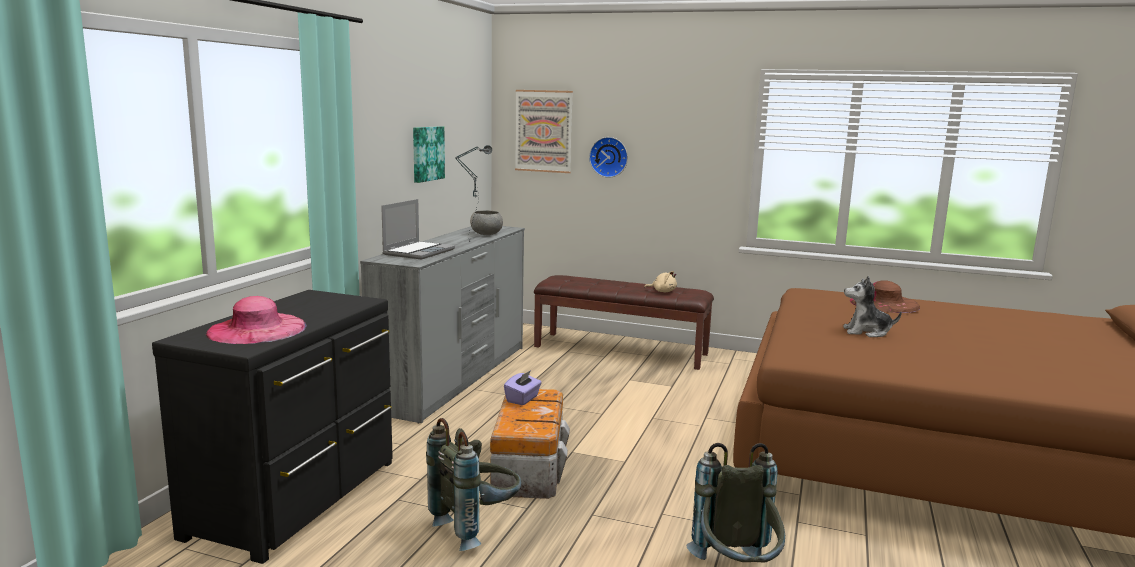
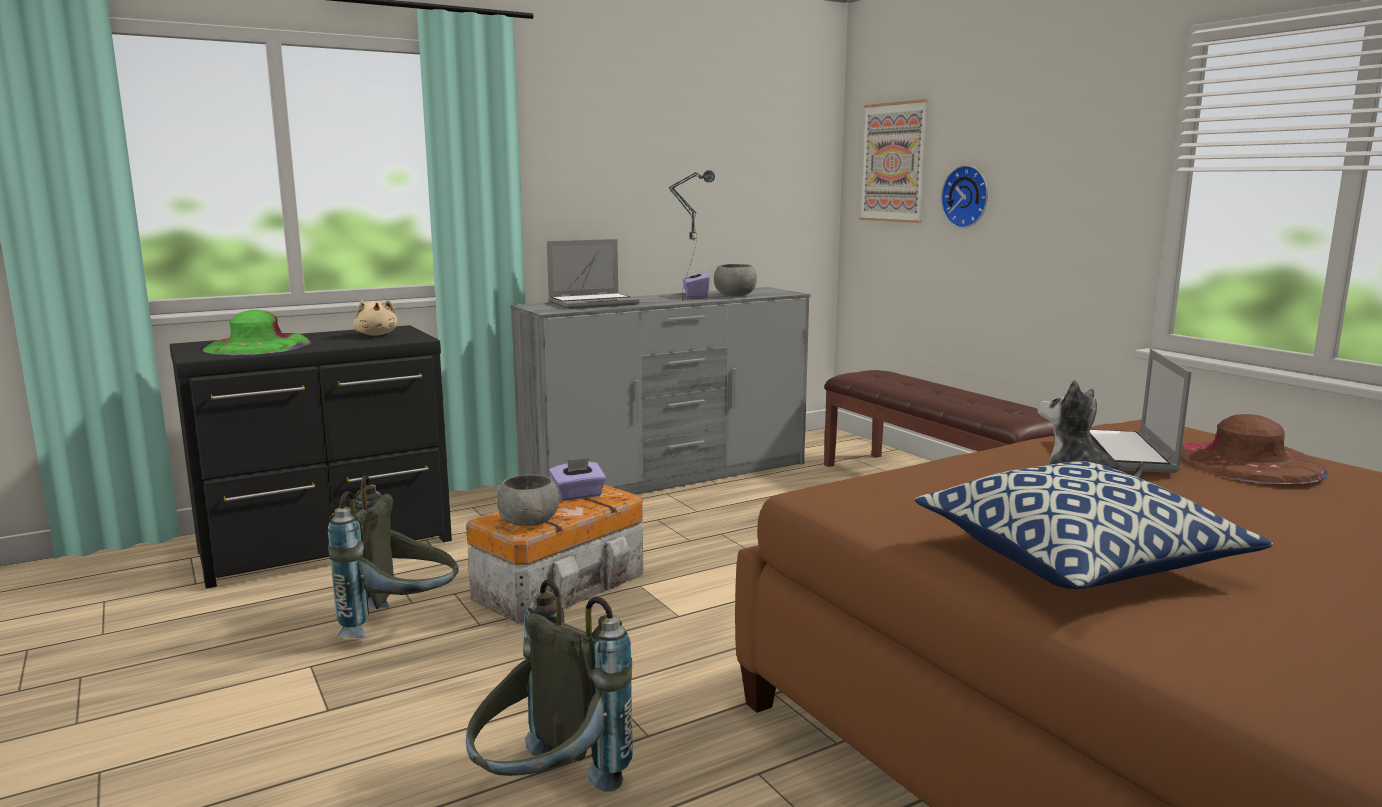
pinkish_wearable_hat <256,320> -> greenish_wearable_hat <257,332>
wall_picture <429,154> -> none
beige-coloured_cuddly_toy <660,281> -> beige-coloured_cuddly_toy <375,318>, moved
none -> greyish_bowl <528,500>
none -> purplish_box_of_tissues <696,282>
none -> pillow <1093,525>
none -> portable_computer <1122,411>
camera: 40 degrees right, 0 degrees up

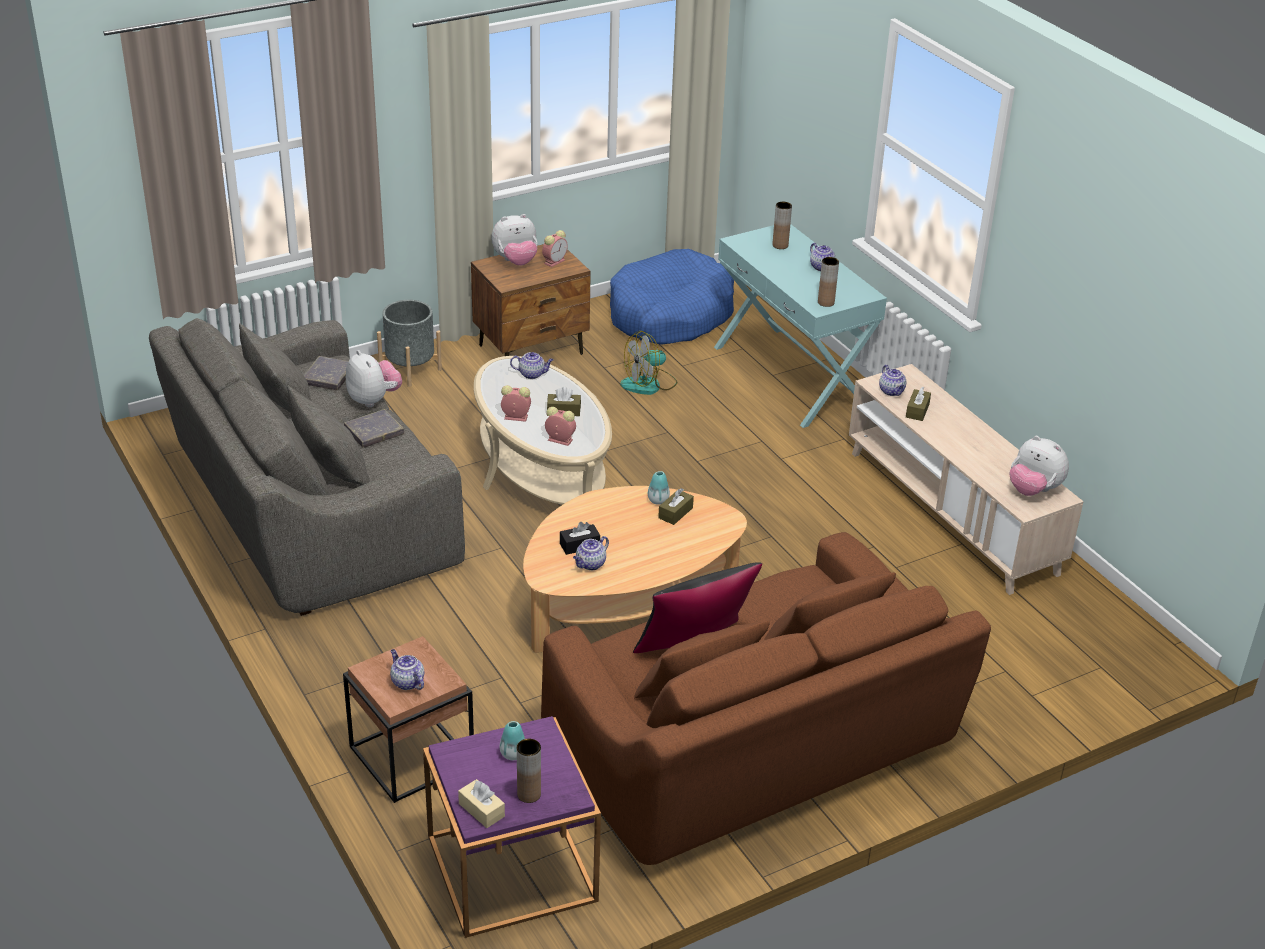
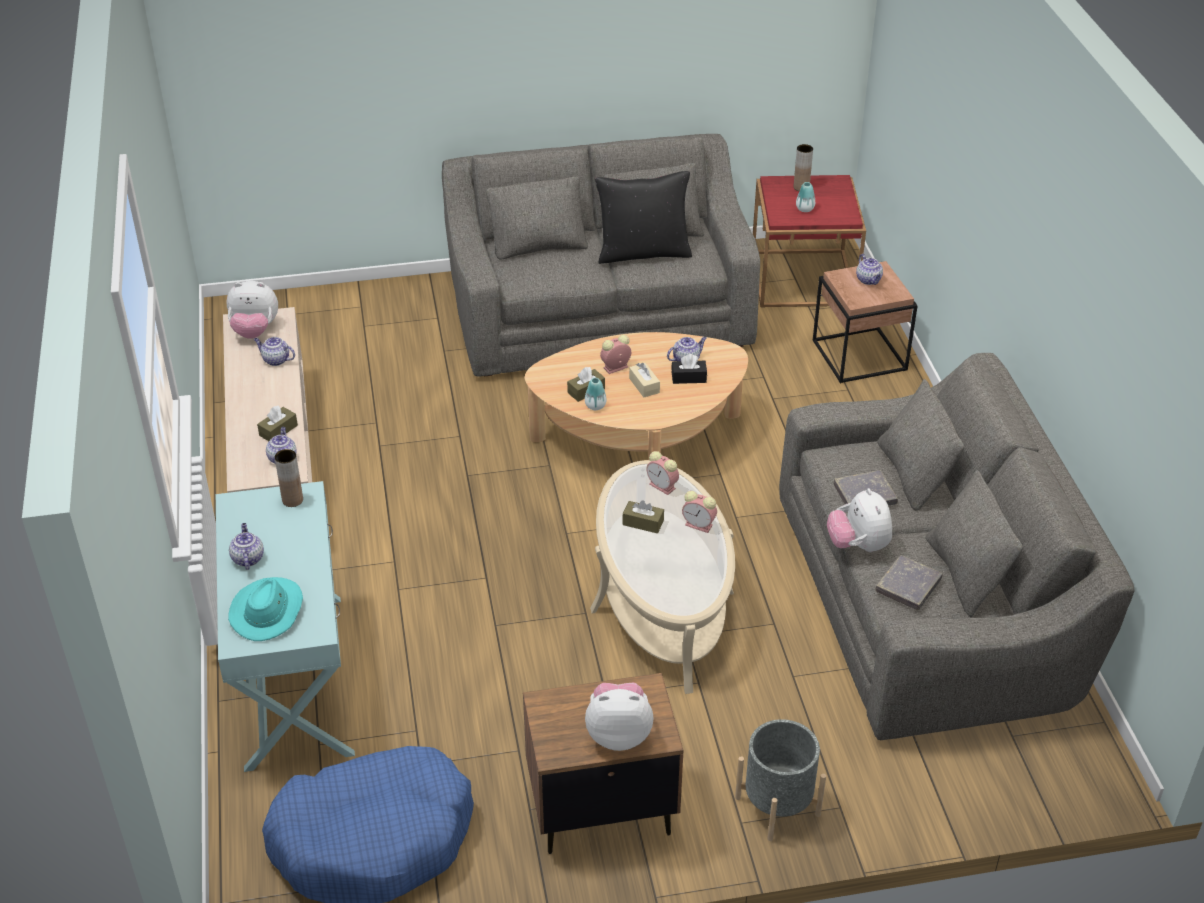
purplish_end_table <512,827> -> reddish_end_table <809,241>
beige-coloured_box_of_tissues <481,803> -> beige-coloured_box_of_tissues <644,380>, moved
tea_pot <532,365> -> tea_pot <274,351>, moved
brown_sofa <766,698> -> greyish_sofa <601,255>
alarm_clock <555,248> -> alarm_clock <615,354>, moved
cooling_fan <648,363> -> none
brown_decorative_vase <782,225> -> turquoise_wearable_hat <265,609>
cuddly_toy <1039,466> -> cuddly_toy <252,310>, 120 degrees clockwise
camera: 160 degrees left, 5 degrees up

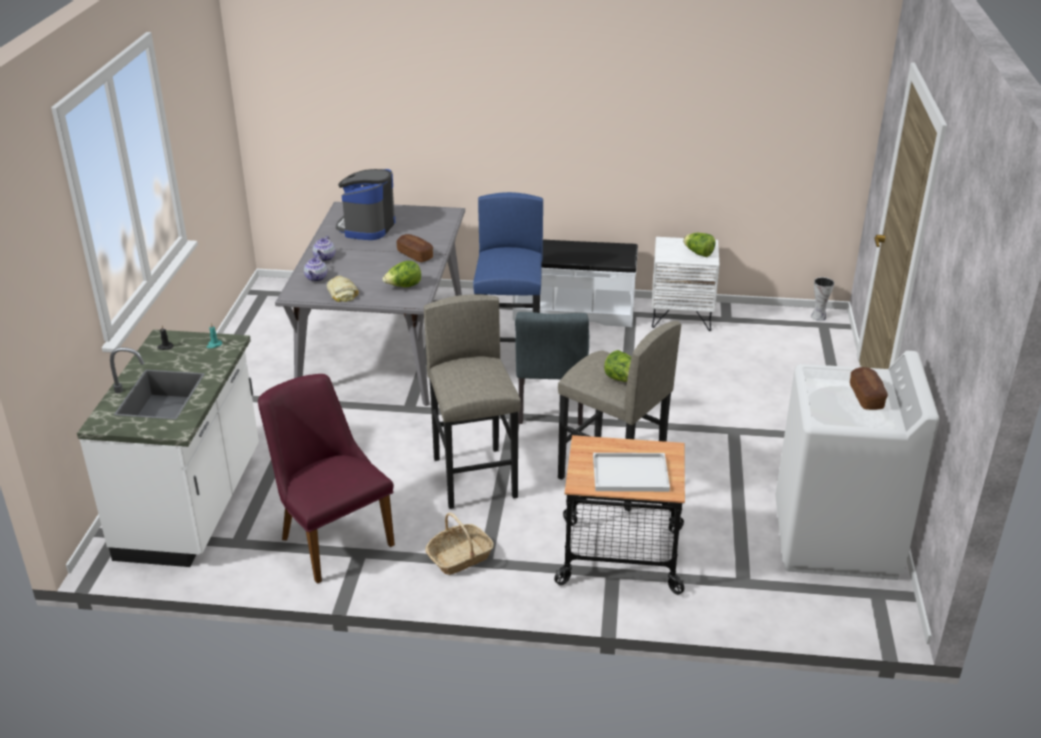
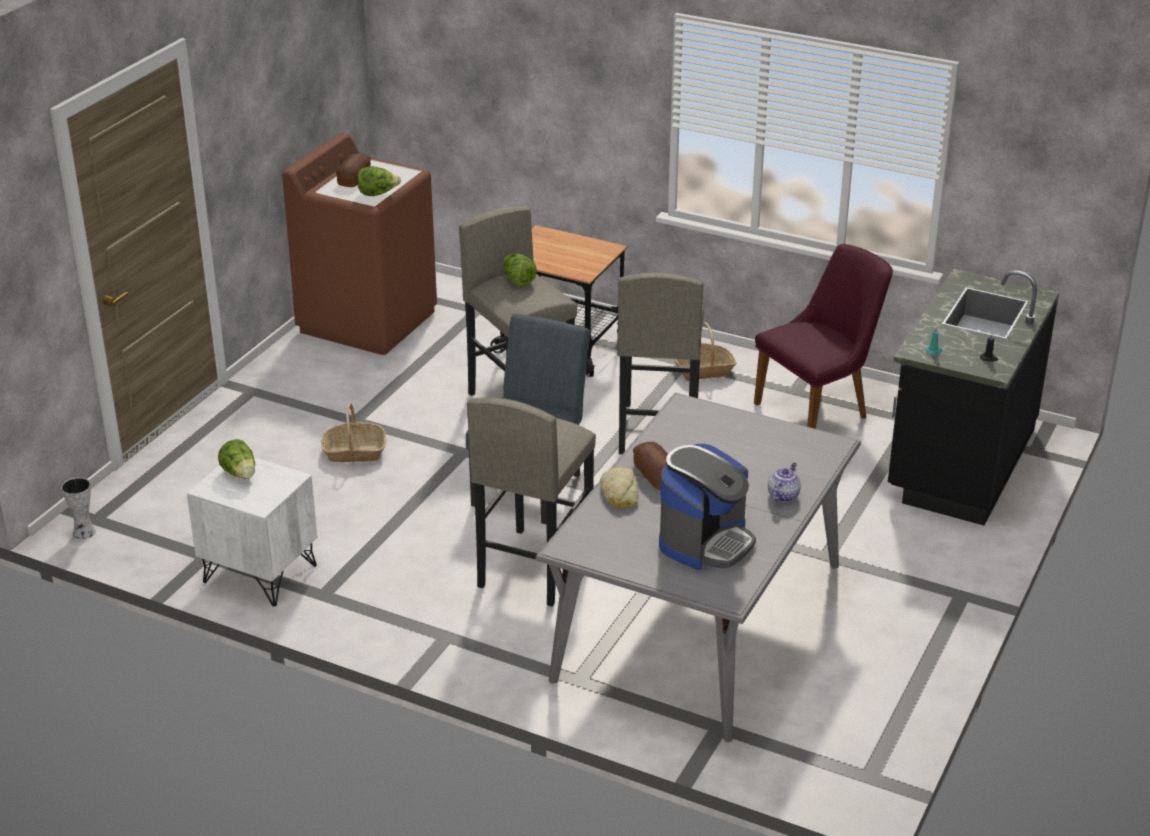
white_kitchen_counter <168,448> -> blackish_kitchen_counter <973,397>
purplish_plain_chair <326,479> -> purplish_plain_chair <823,336>, 105 degrees counterclockwise
tea_pot <315,268> -> none
bakery_bread <343,289> -> bakery_bread <619,487>, moved
lettuce <401,274> -> lettuce <379,181>, moved
blue-coloured_sitting_stool <508,267> -> greyish_sitting_stool <531,502>
white_long_seat <575,283> -> none
white_carrying_tray <631,472> -> none
white_laundry_machine <857,465> -> brown_laundry_machine <359,243>
none -> household_basket <353,432>
camera: 160 degrees left, 0 degrees up

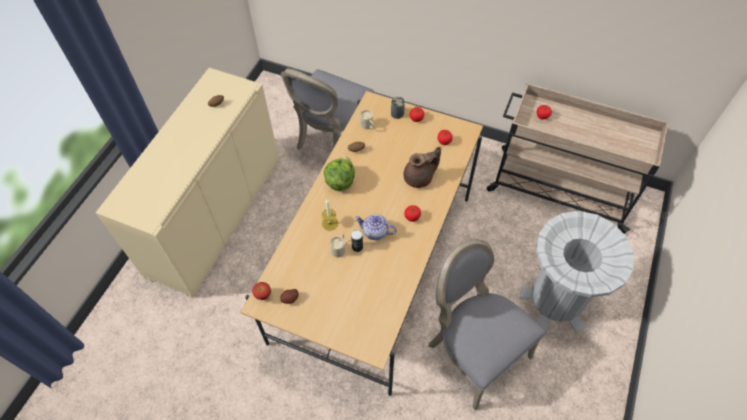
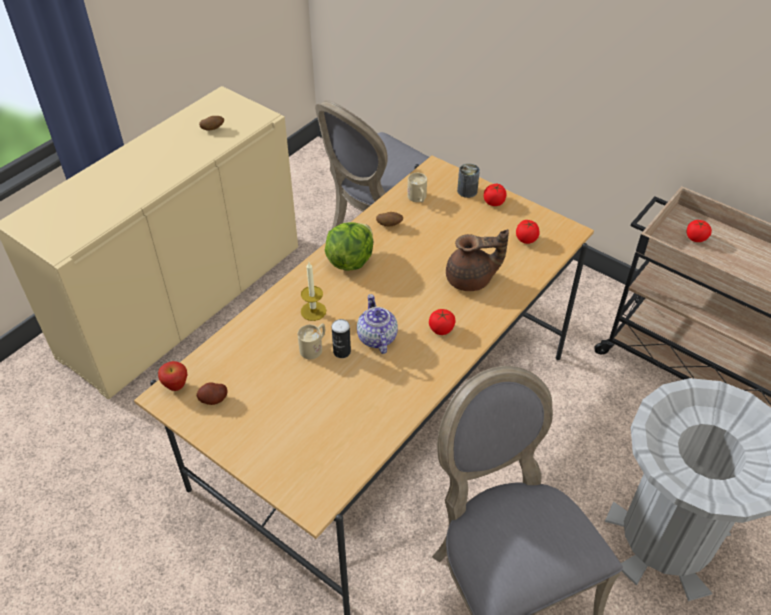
tea_pot <376,227> -> tea_pot <377,324>, 45 degrees clockwise
camera: 15 degrees right, 10 degrees down

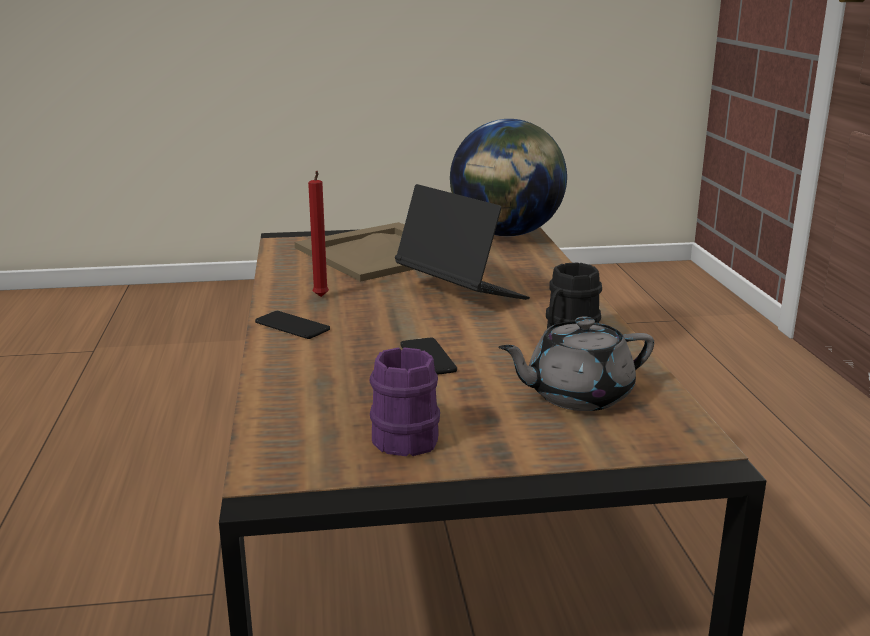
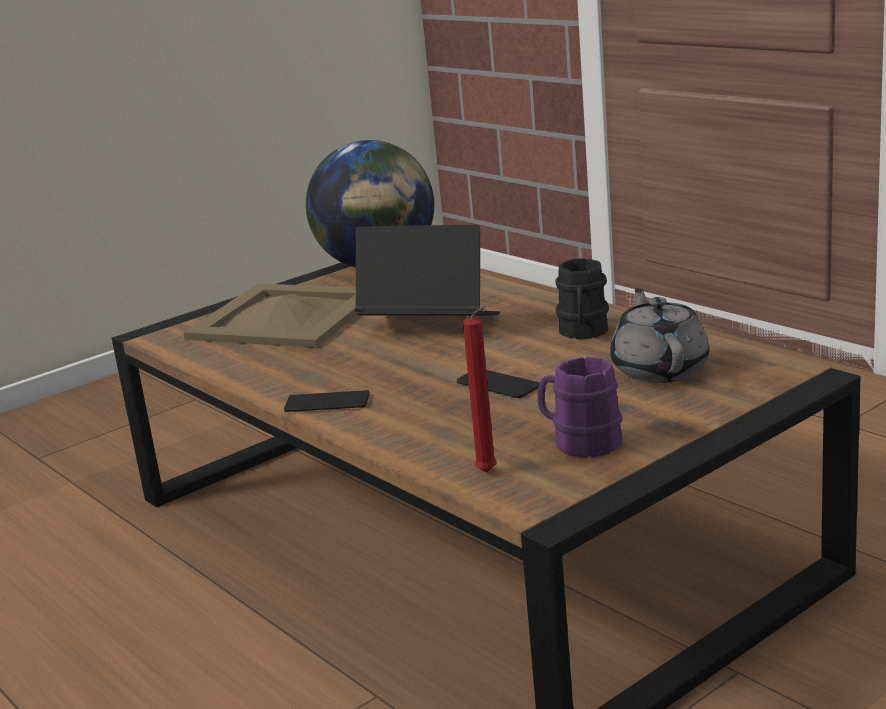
reddish_wax_candle <318,234> -> reddish_wax_candle <480,389>, moved
greyish_tea_pot <576,363> -> greyish_tea_pot <659,335>, 135 degrees clockwise
camera: 30 degrees left, 0 degrees up

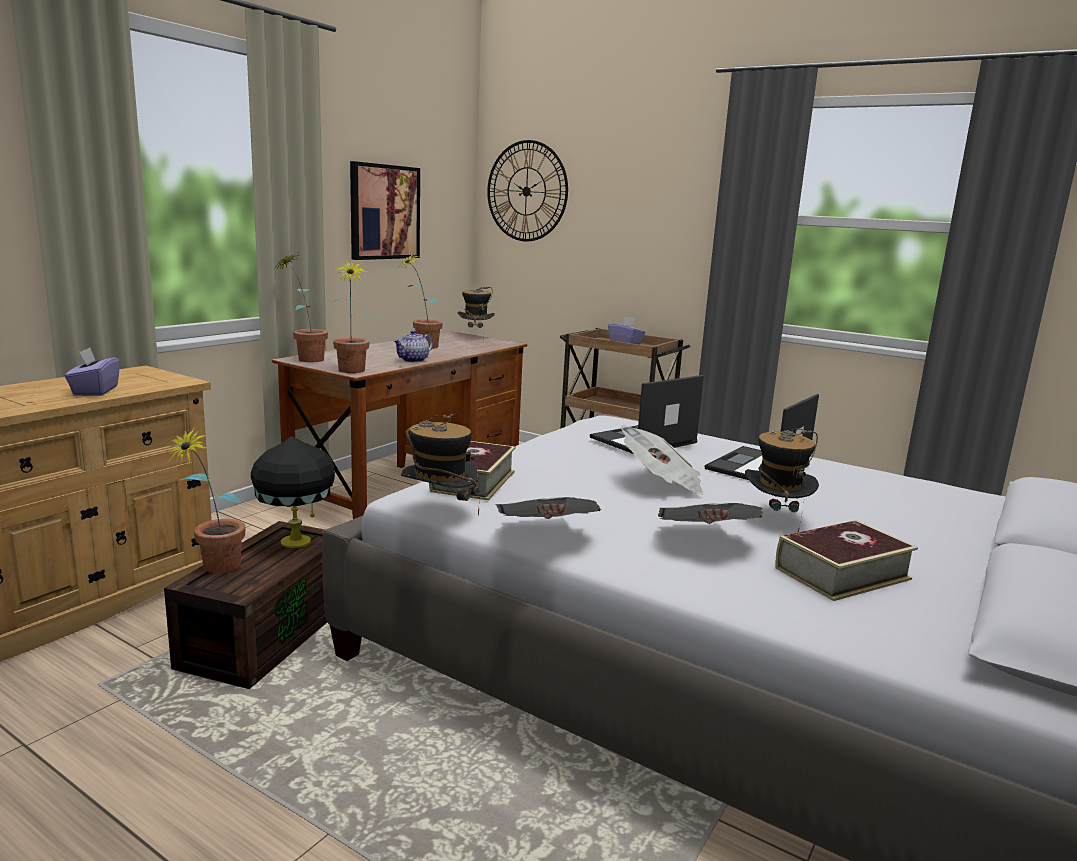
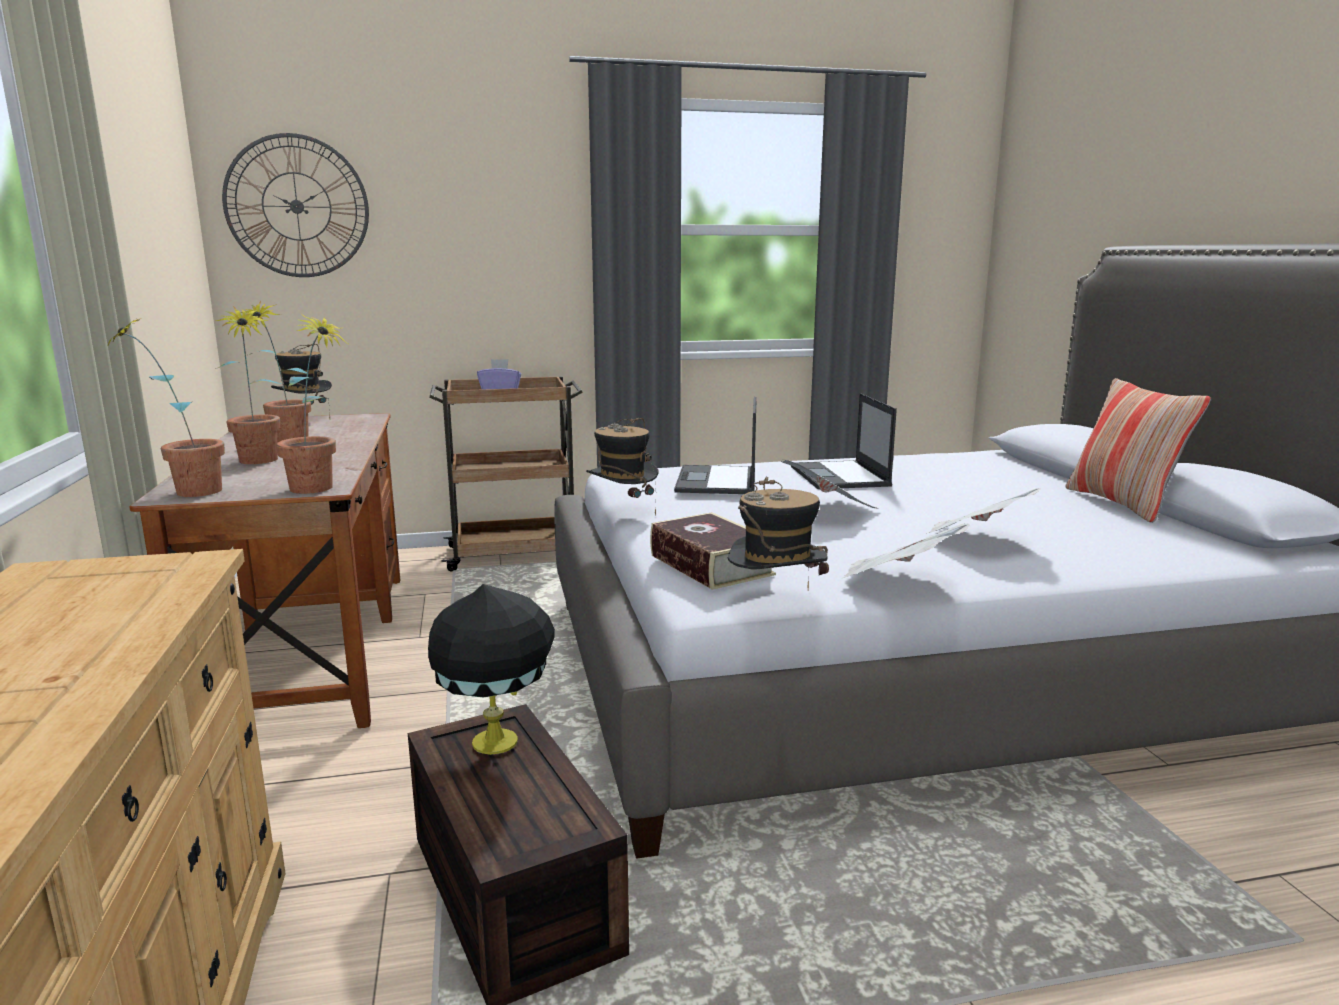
purplish_box_of_tissues <92,371> -> none
houseplant <205,500> -> houseplant <248,385>, moved
wall_picture <385,210> -> none
tea_pot <413,346> -> none
wearable_hat <782,480> -> wearable_hat <622,467>, moved
bound_book <846,560> -> none
none -> pillow <1138,450>
camera: 45 degrees left, 0 degrees up

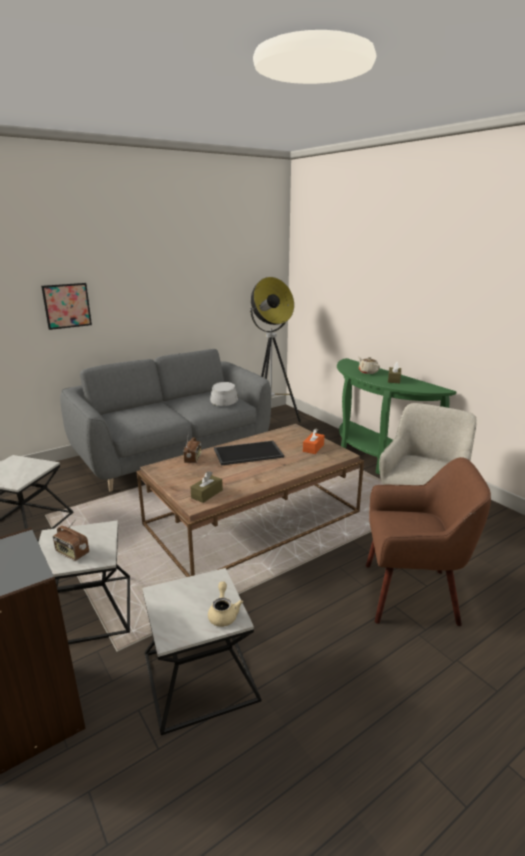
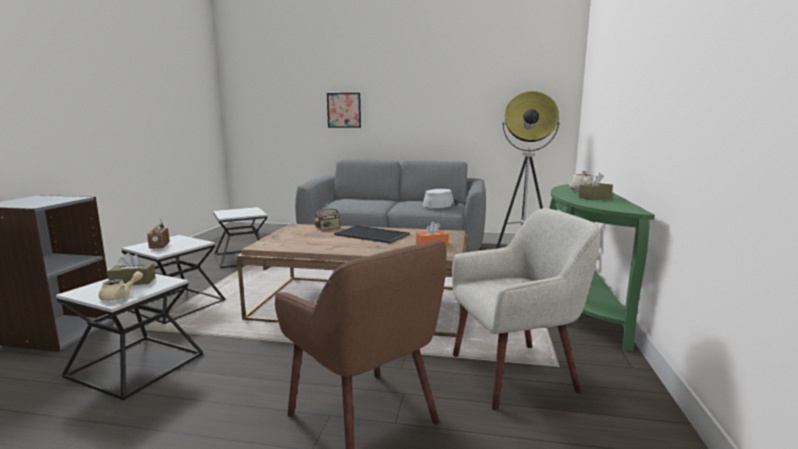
brown_box_of_tissues <206,487> -> brown_box_of_tissues <131,269>, moved
camera: 45 degrees right, 10 degrees down

